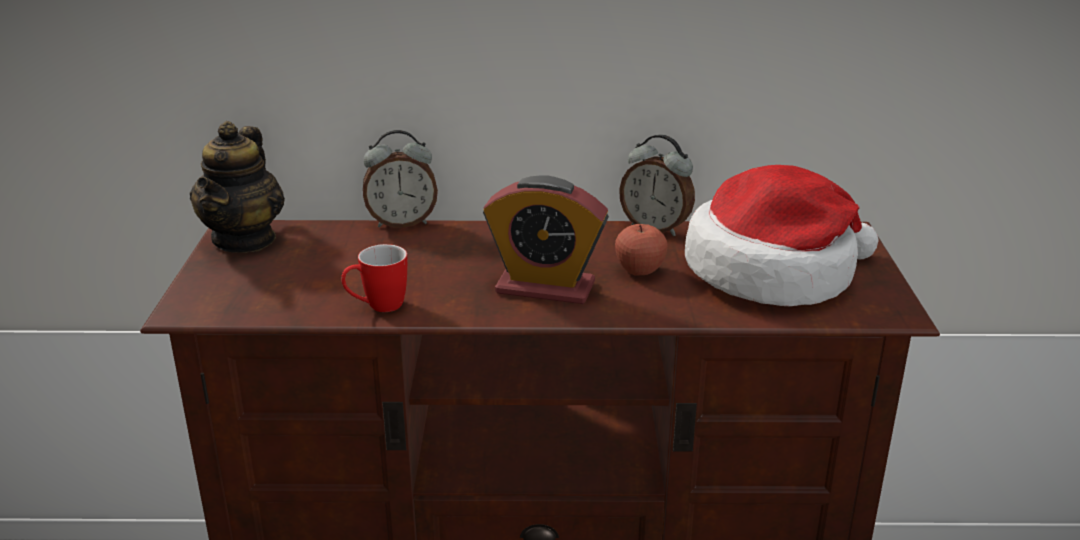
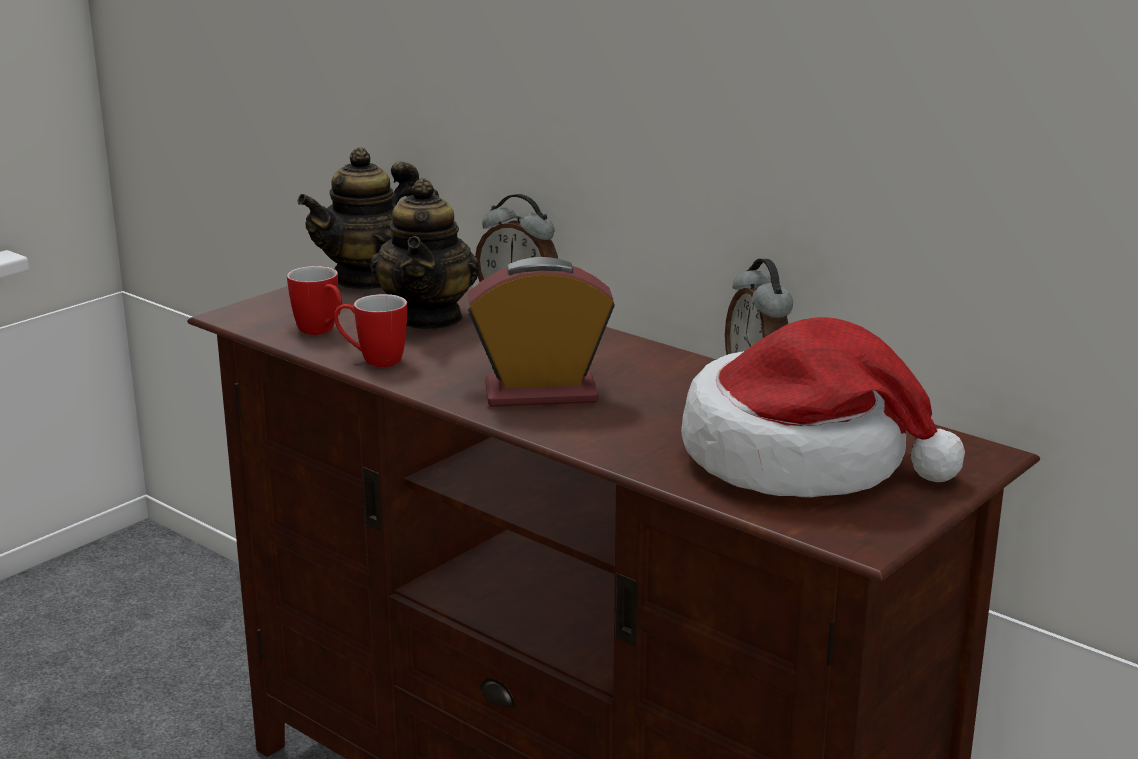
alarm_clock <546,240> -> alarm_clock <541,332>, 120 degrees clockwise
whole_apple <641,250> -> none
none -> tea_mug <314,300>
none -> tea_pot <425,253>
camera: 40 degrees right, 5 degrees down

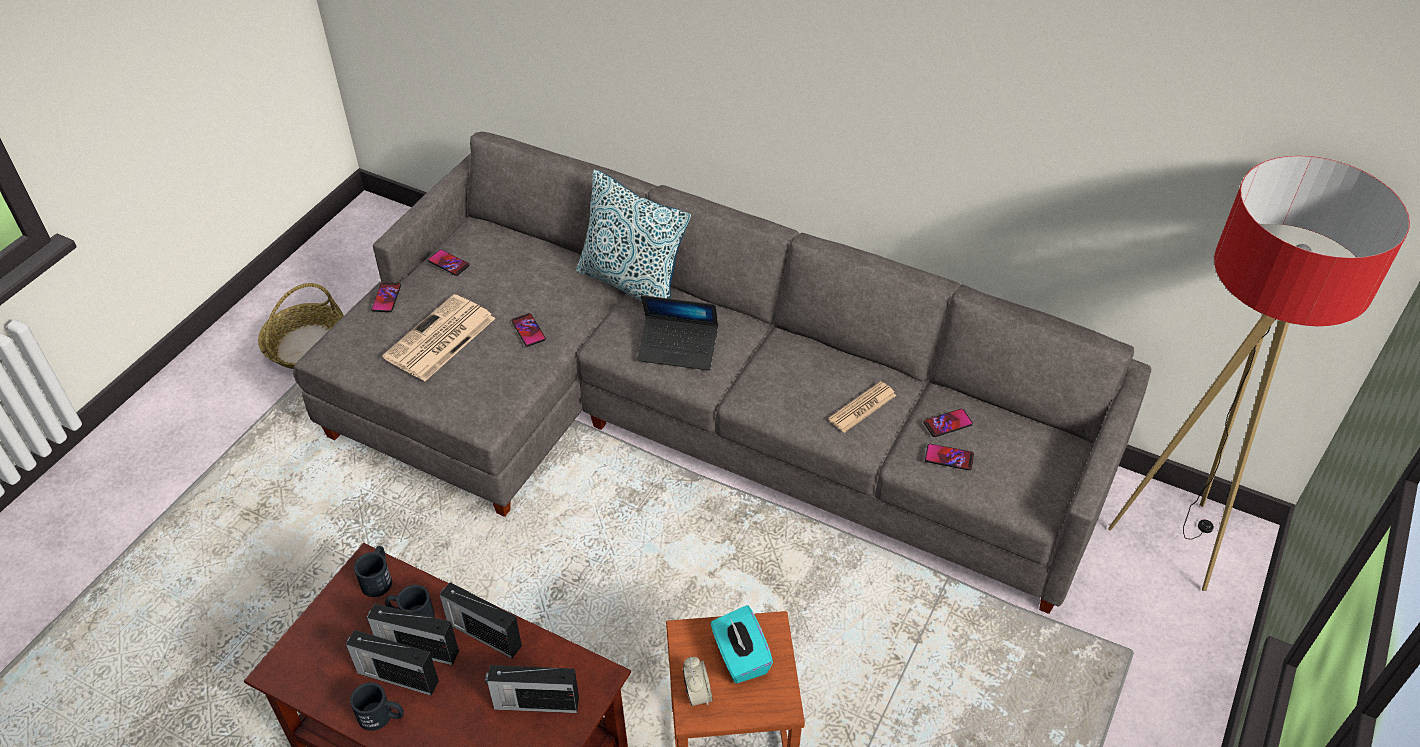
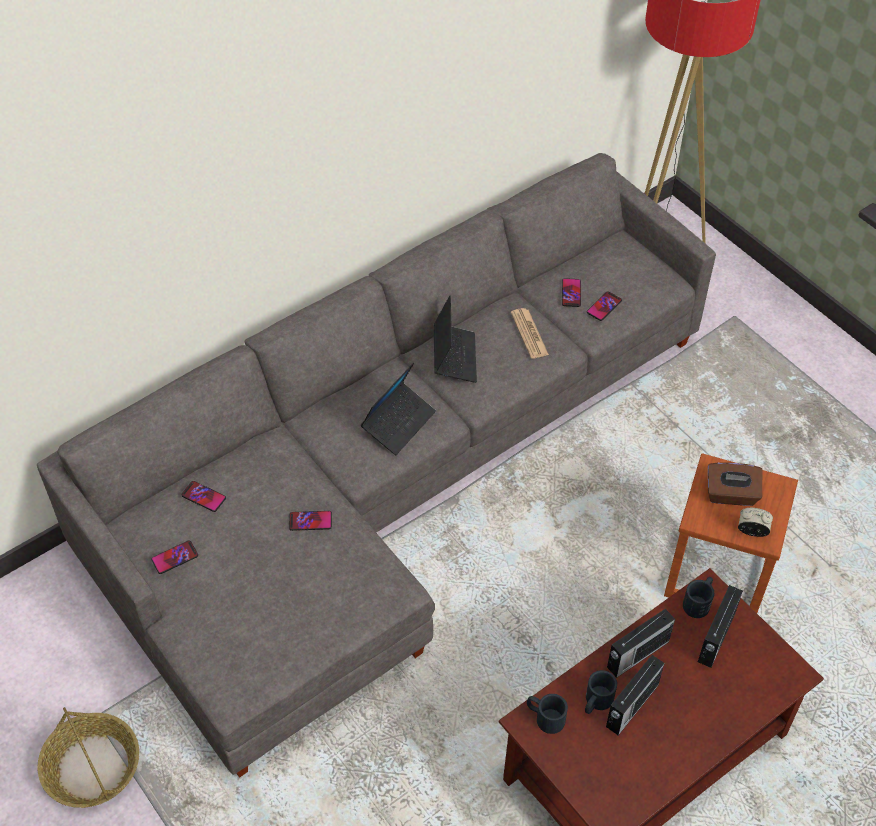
radio <392,663> -> none
blackish_tea_mug <377,706> -> blackish_tea_mug <698,597>, moved
telephone <386,297> -> telephone <203,496>, moved
printed_paper <438,337> -> none
pillow <633,235> -> none
turquoise_box_of_tissues <742,644> -> brown_box_of_tissues <735,484>
none -> portable_computer <455,339>
camera: 65 degrees left, 5 degrees up

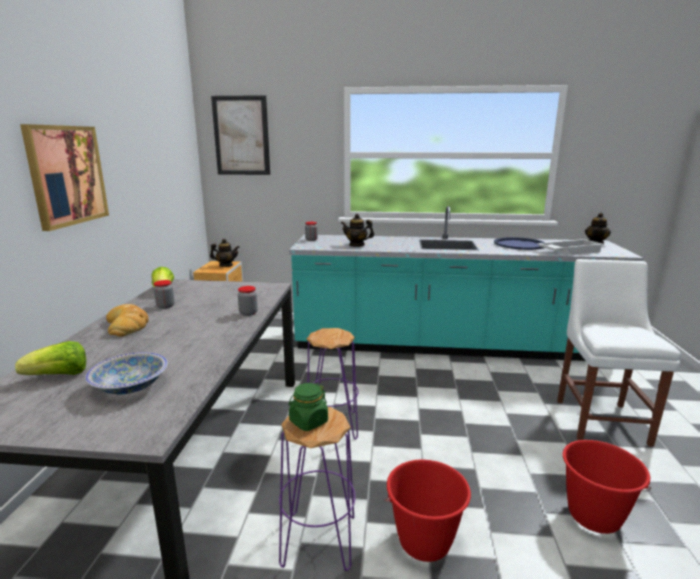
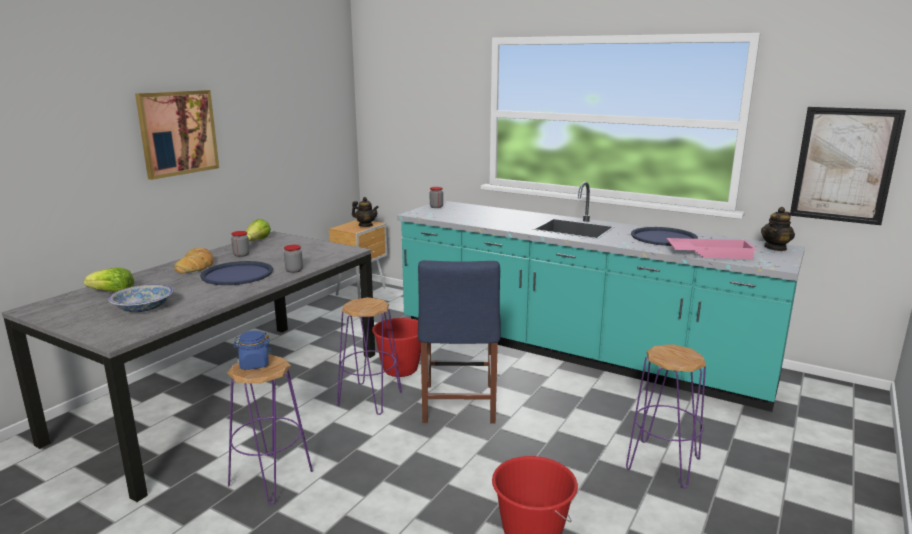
wall_picture <240,135> -> wall_picture <848,166>, moved
greenish_preserve_jar <308,407> -> blue-coloured_preserve_jar <252,350>
tea_pot <357,230> -> none
reddish_pail <427,510> -> reddish_pail <396,347>, moved
white_carrying_tray <570,247> -> pinkish_carrying_tray <712,248>
white_plain_chair <619,353> -> purplish_sitting_stool <666,416>
none -> blue-coloured_carrying_tray <236,273>
none -> blue-coloured_plain_chair <459,342>
camera: 25 degrees right, 0 degrees up

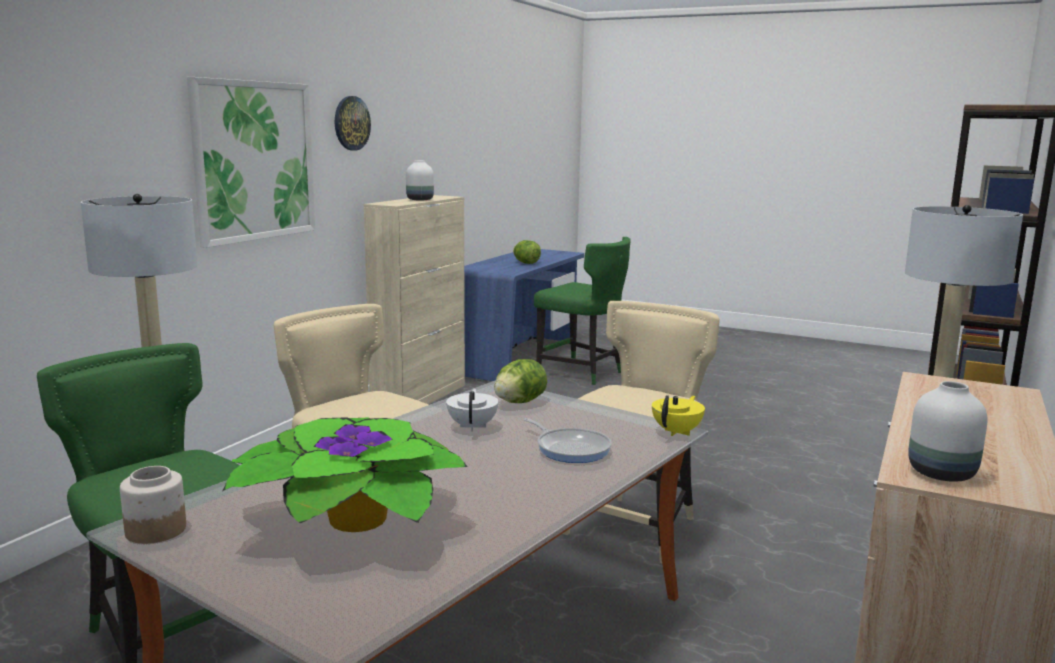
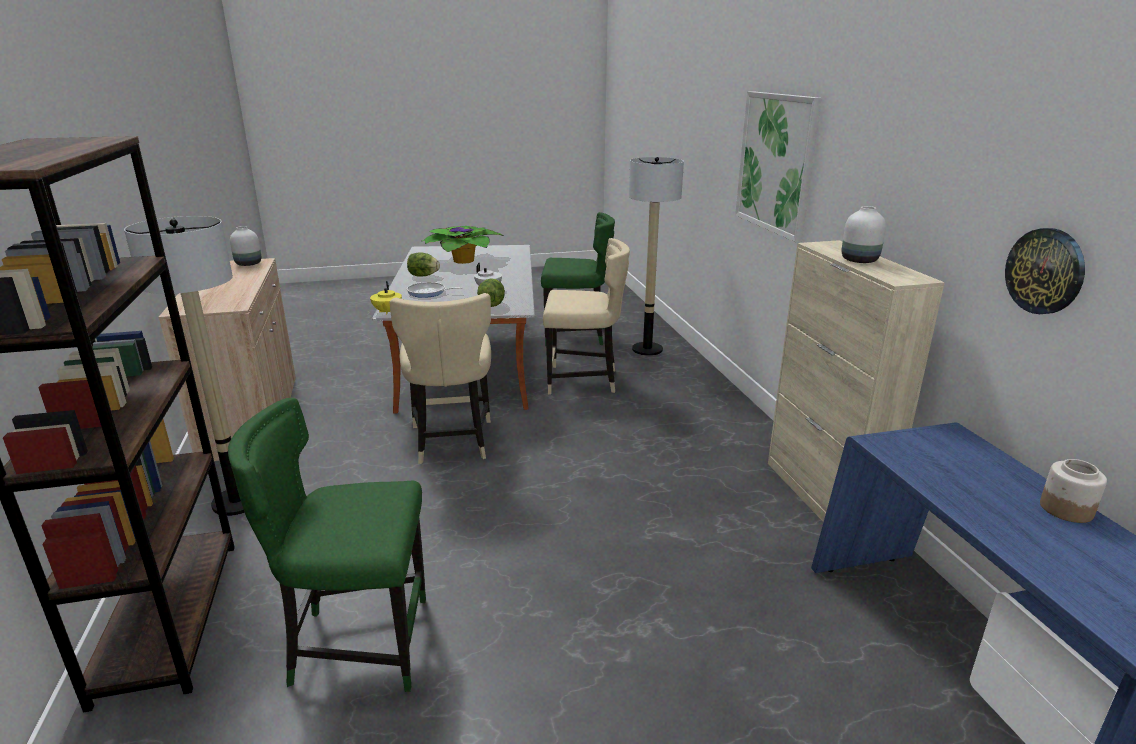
preserve_jar <153,505> -> preserve_jar <1073,491>, moved
hanging_clock <353,123> -> hanging_clock <1045,271>, moved
lettuce <527,252> -> lettuce <423,264>, moved
greenish_plain_chair <582,311> -> greenish_plain_chair <327,545>, moved
camera: 140 degrees right, 10 degrees up

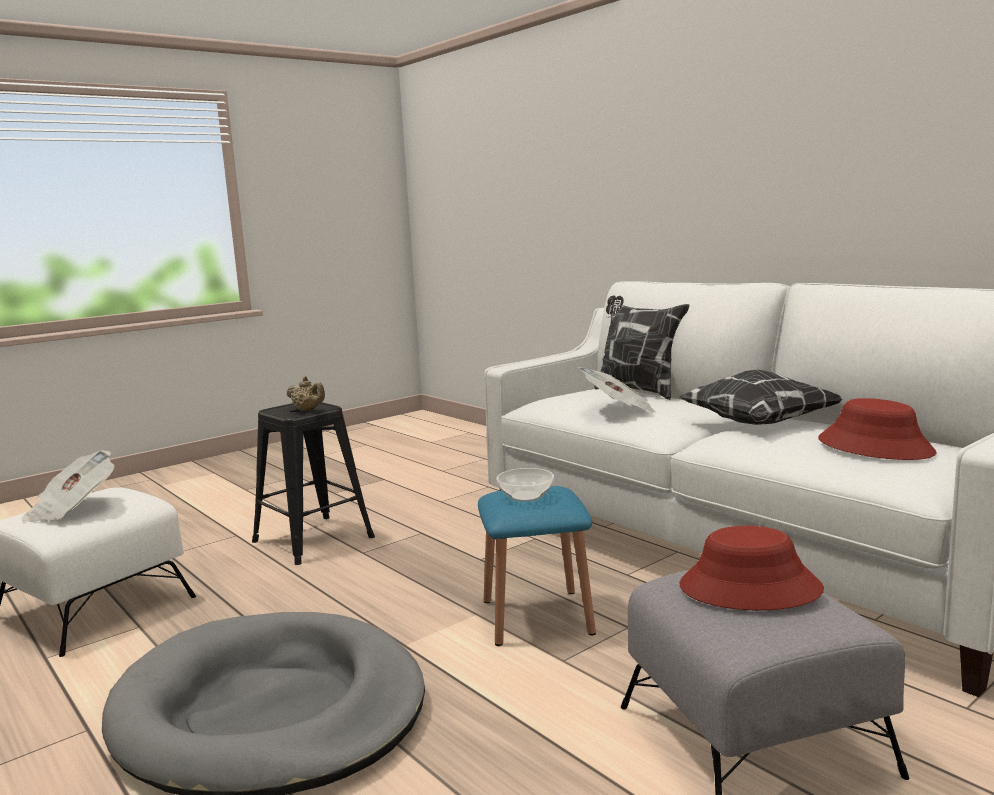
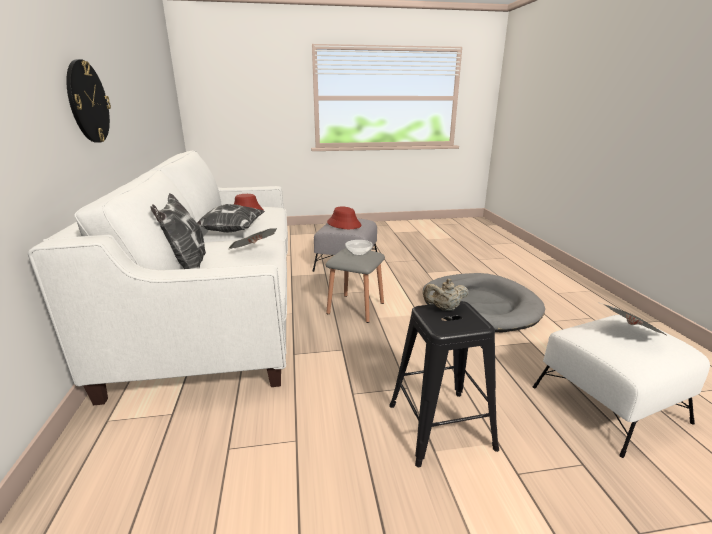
beige-coloured_tea_pot <306,393> -> beige-coloured_tea_pot <446,295>, 75 degrees counterclockwise
blue-coloured_sitting_stool <537,566> -> greyish_sitting_stool <355,285>
none -> hanging_clock <88,101>
camera: 150 degrees left, 10 degrees up

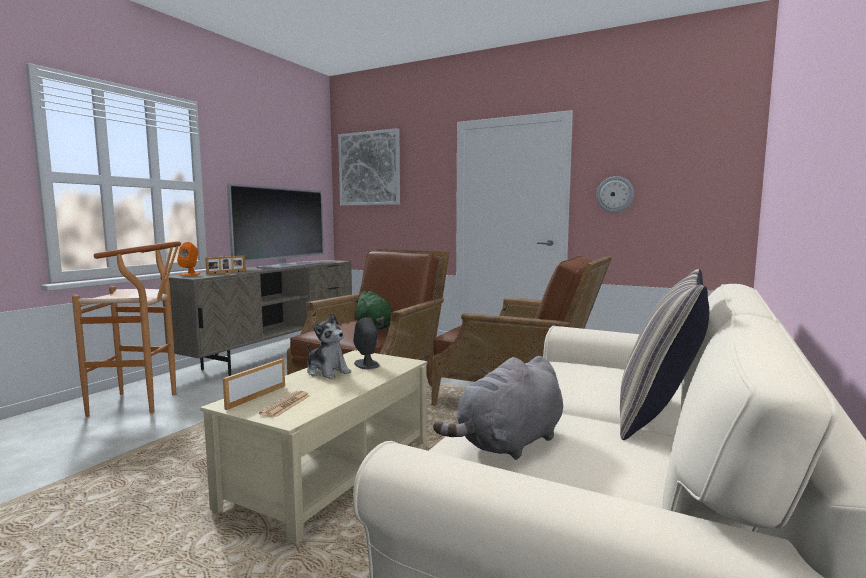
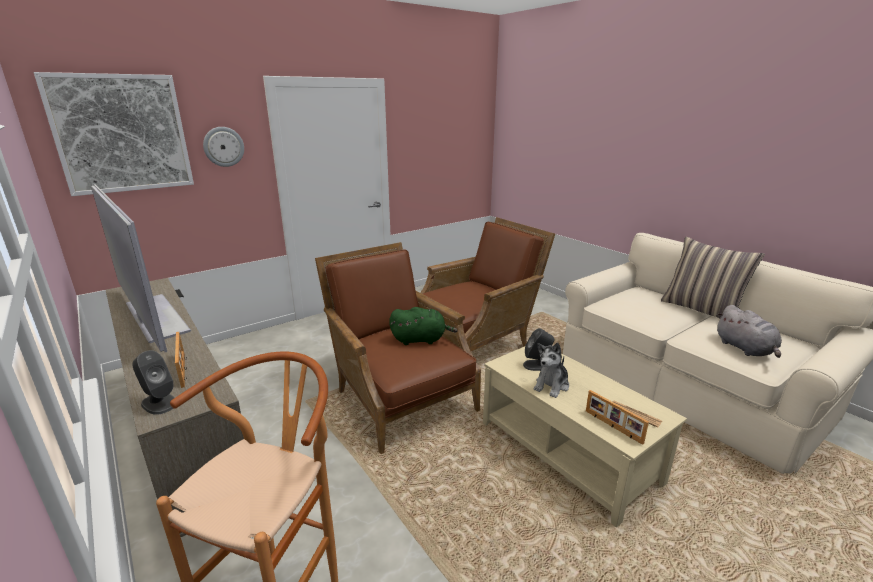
orangey_loudspeaker <188,259> -> greyish_loudspeaker <153,382>
cuddly_toy <329,346> -> cuddly_toy <551,370>, 150 degrees clockwise
hanging_clock <615,194> -> hanging_clock <223,147>, moved
camera: 65 degrees left, 15 degrees up

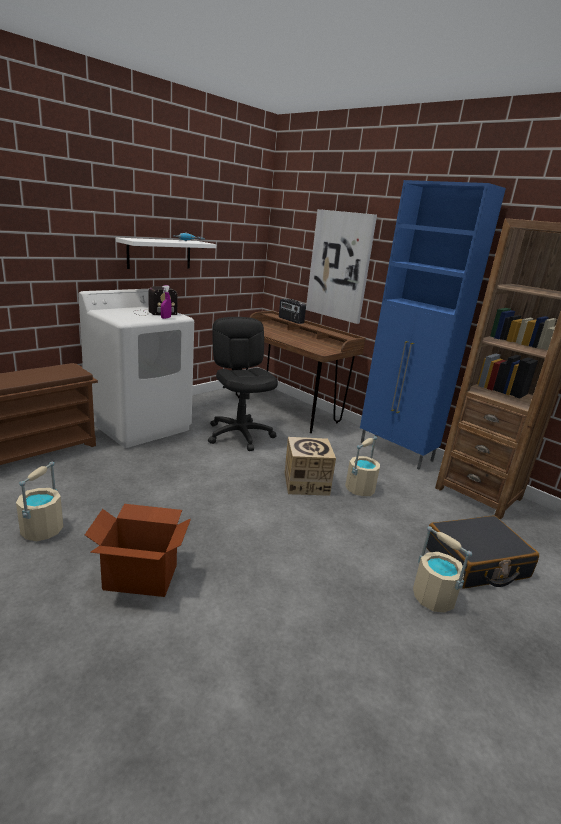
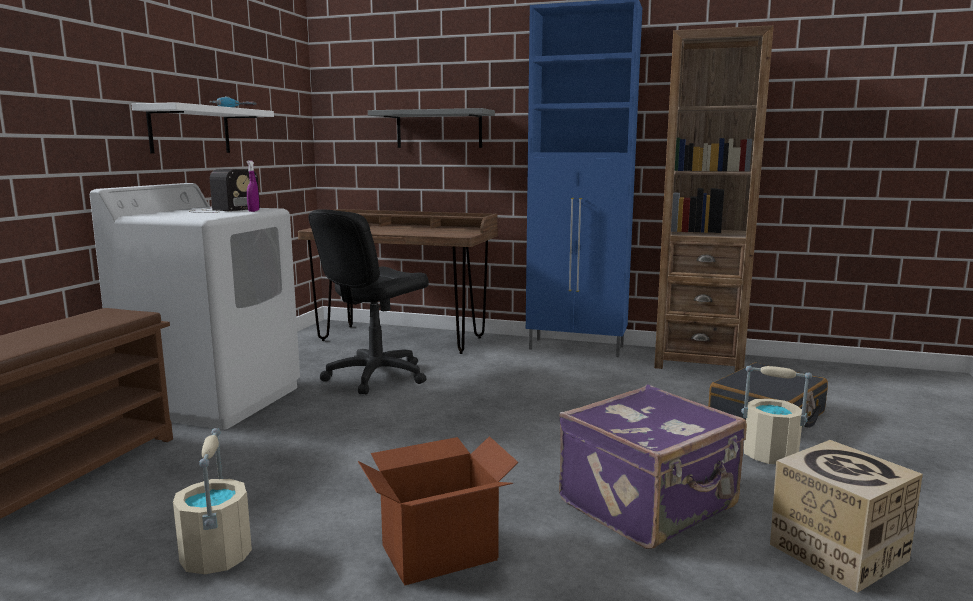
blackish_computer_chair <243,384> -> blackish_computer_chair <368,302>, 90 degrees counterclockwise
radio <292,311> -> none
carton <310,466> -> carton <846,516>, moved
wall_picture <341,266> -> greyish_wall_shelf <431,128>
beige-coloured_pail <362,466> -> none
none -> purplish_suitcase <653,467>
camera: 25 degrees left, 10 degrees down

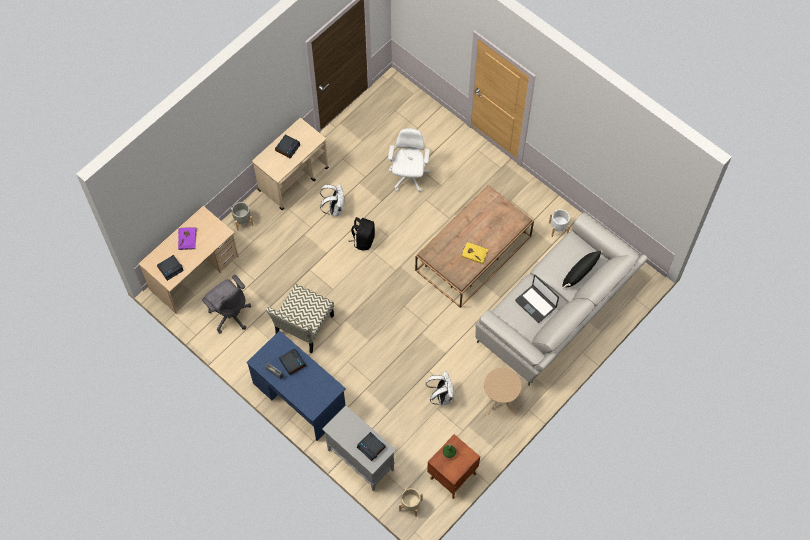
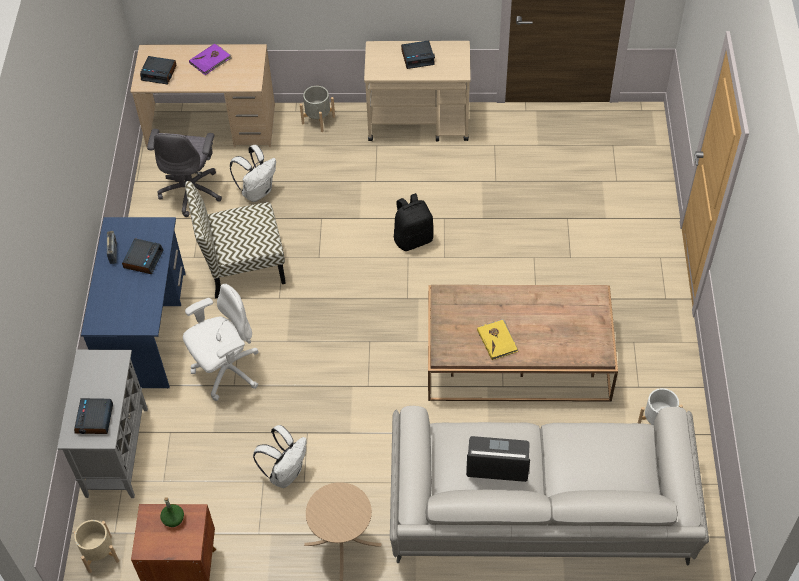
white_backpack <332,200> -> white_backpack <253,173>, moved
white_computer_chair <409,160> -> white_computer_chair <221,342>, moved
portable_computer <537,299> -> portable_computer <498,459>, 90 degrees clockwise
blackish_pillow <582,270> -> none
camera: 50 degrees right, 10 degrees down

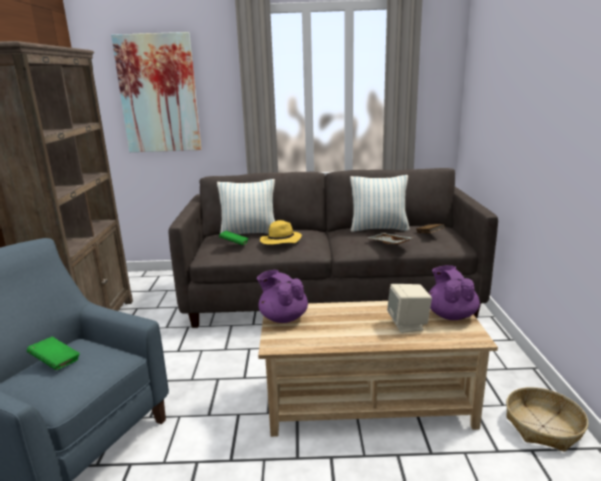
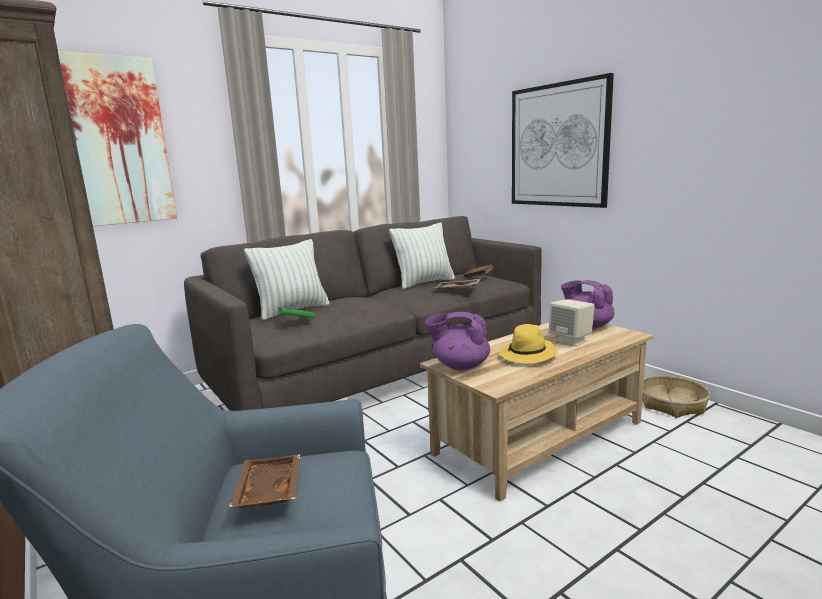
greenish_bound_book <53,353> -> brown_carrying_tray <264,481>
yellow-coloured_wearable_hat <281,232> -> yellow-coloured_wearable_hat <528,344>, moved
none -> wall_picture <563,140>
camera: 35 degrees left, 5 degrees down

